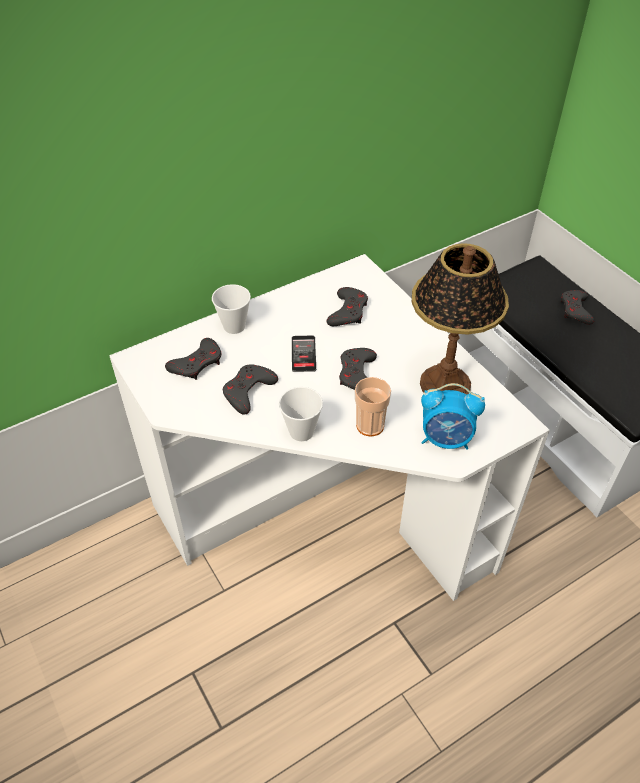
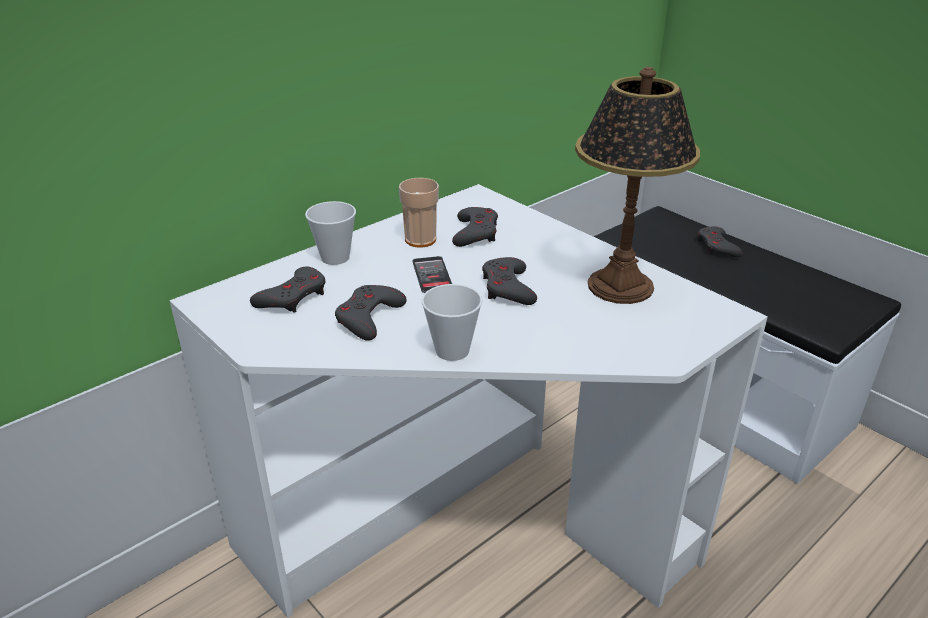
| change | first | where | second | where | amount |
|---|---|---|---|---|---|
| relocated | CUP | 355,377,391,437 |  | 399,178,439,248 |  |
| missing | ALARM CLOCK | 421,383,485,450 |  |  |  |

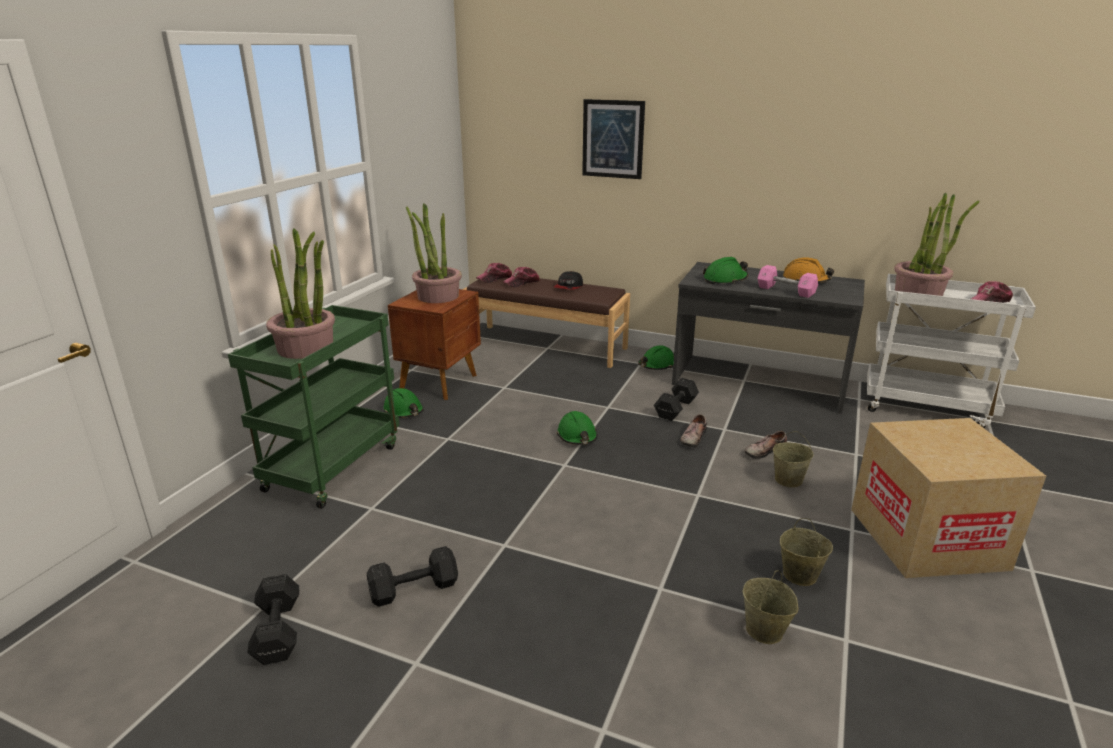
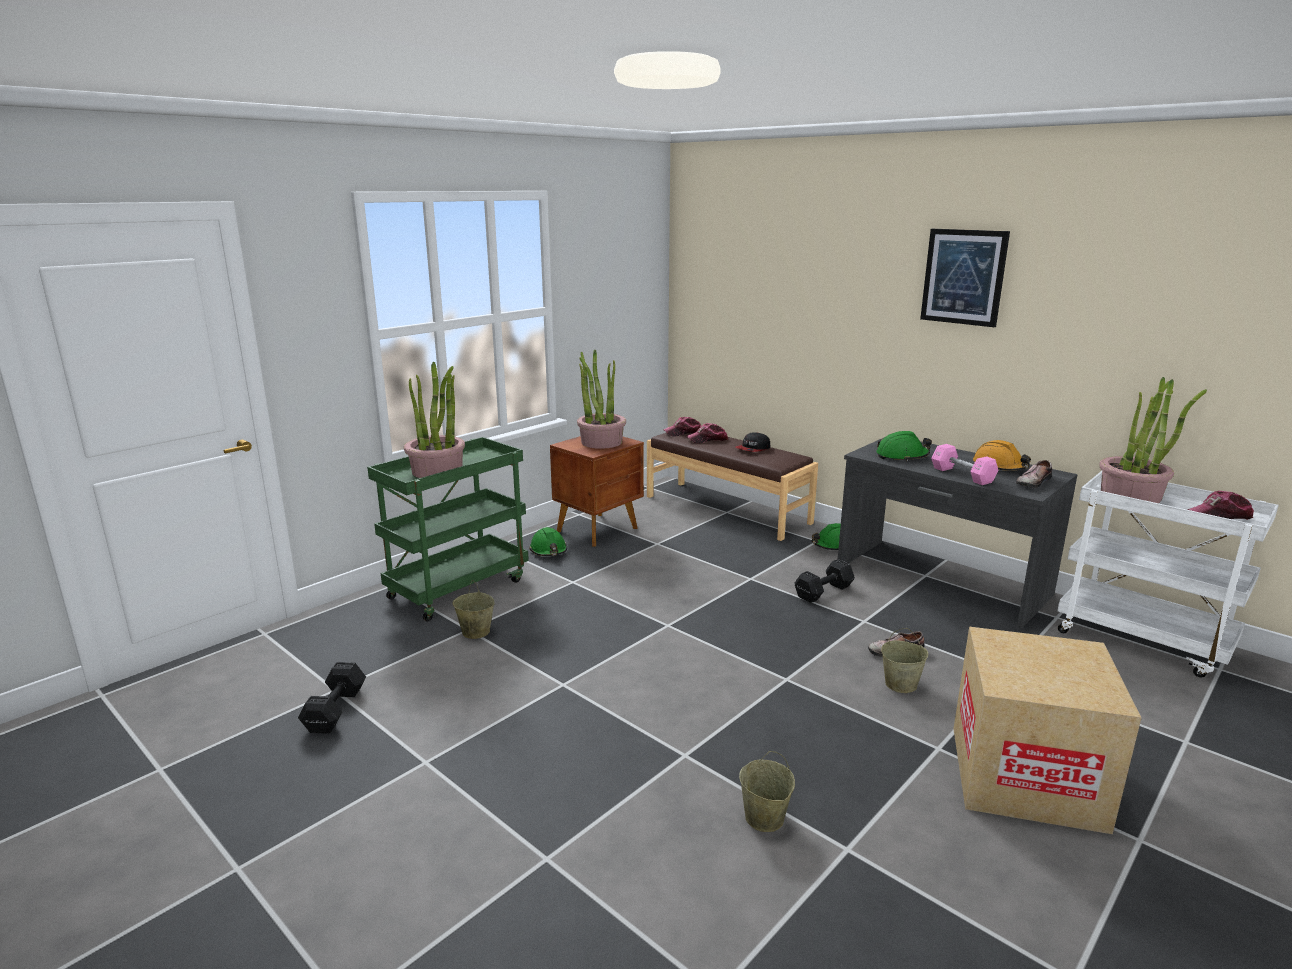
| change | first | where | second | where | amount |
|---|---|---|---|---|---|
| relocated | BEIGE BUCKET | 780,518,833,586 |  | 453,580,494,639 |  |
| relocated | PICTURE | 582,99,645,179 |  | 920,229,1010,327 |  |
| relocated | SHOE | 680,414,707,448 |  | 1016,460,1052,488 |  |
| missing | BLACK DUMBBELL | 367,546,458,607 |  |  |  |
| missing | GREEN HARD HAT | 557,411,598,445 |  |  |  |

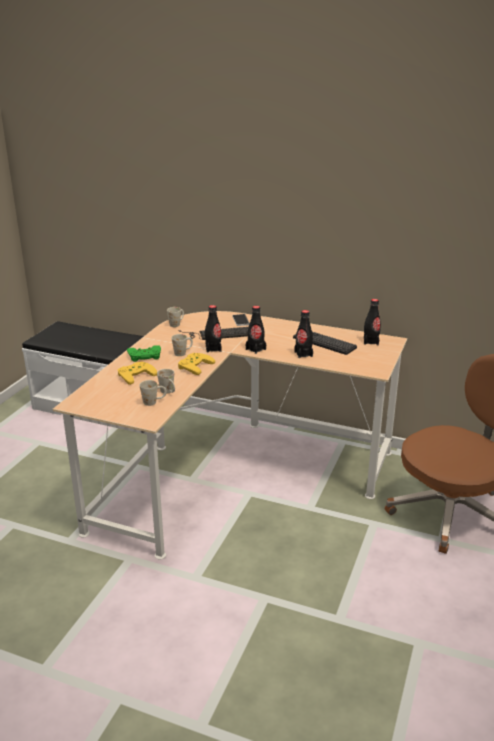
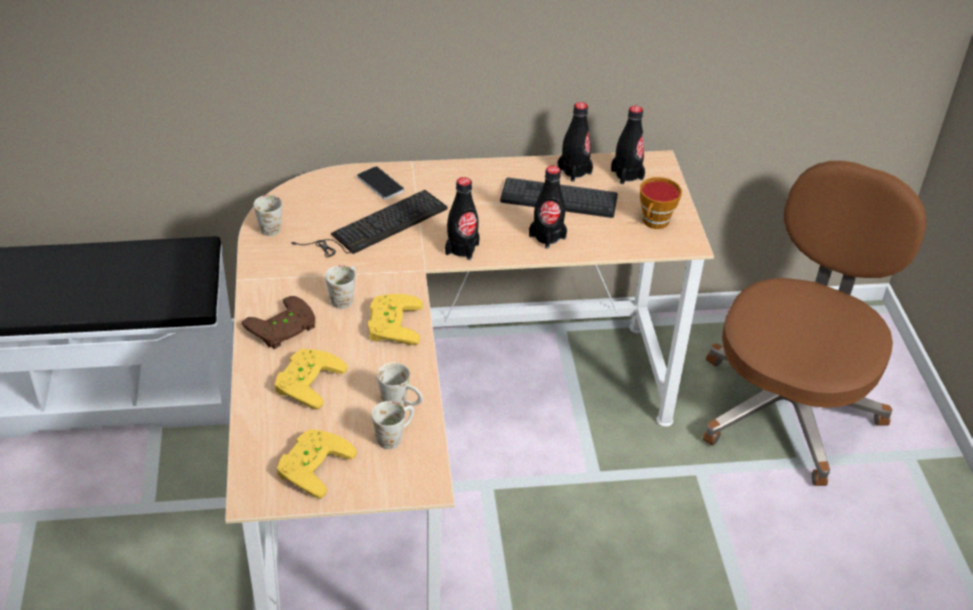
| change | first | where | second | where | amount |
|---|---|---|---|---|---|
| colour | GREEN GAME CONTROLLER | 127,346,161,362 | BROWN GAME CONTROLLER | 242,296,316,349 |  |
| appeared |  |  | YELLOW GAME CONTROLLER | 277,429,357,499 |  |
| relocated | BLACK BOTTLE | 205,305,222,352 |  | 557,102,593,182 |  |
| appeared |  |  | CUP | 640,177,682,229 |  |

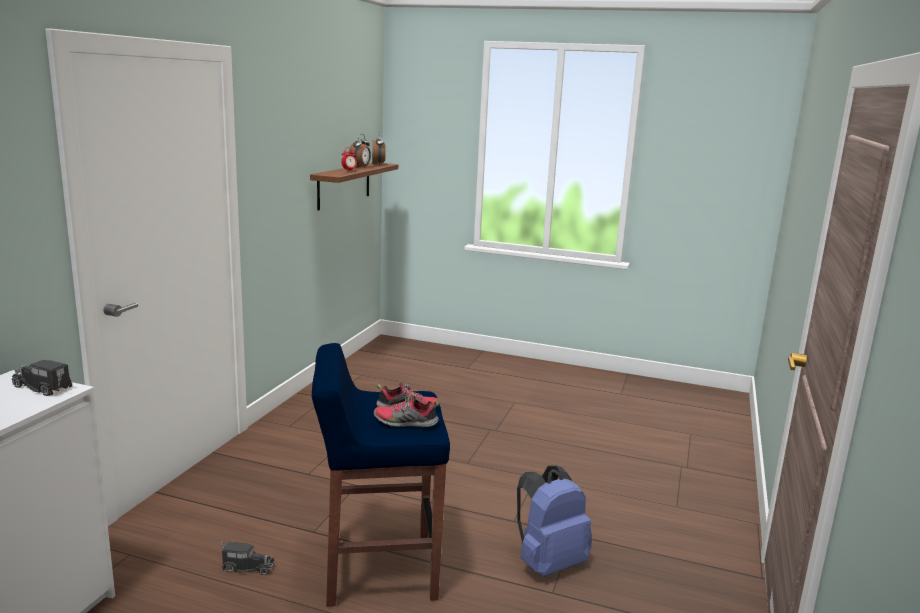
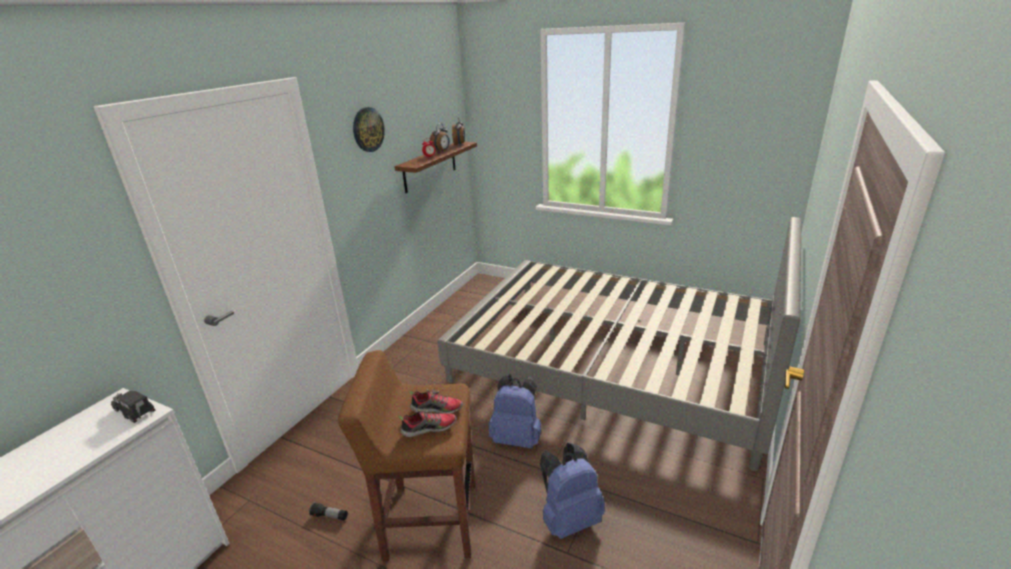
| change | first | where | second | where | amount |
|---|---|---|---|---|---|
| exchanged | TOY TRUCK | 221,541,275,575 | FLASHLIGHT | 309,502,348,520 |  |
| colour | BLUE STOOL | 312,343,450,607 | BROWN STOOL | 338,350,475,561 |  |
| appeared |  |  | WALL CLOCK | 353,107,385,152 |  |
| spun | SHOE | 374,394,439,427 |  | 399,408,457,437 | 150 degrees clockwise |
| appeared |  |  | GREY BED | 437,217,802,471 |  |
| appeared |  |  | BLUE BACKPACK | 489,374,541,448 |  |

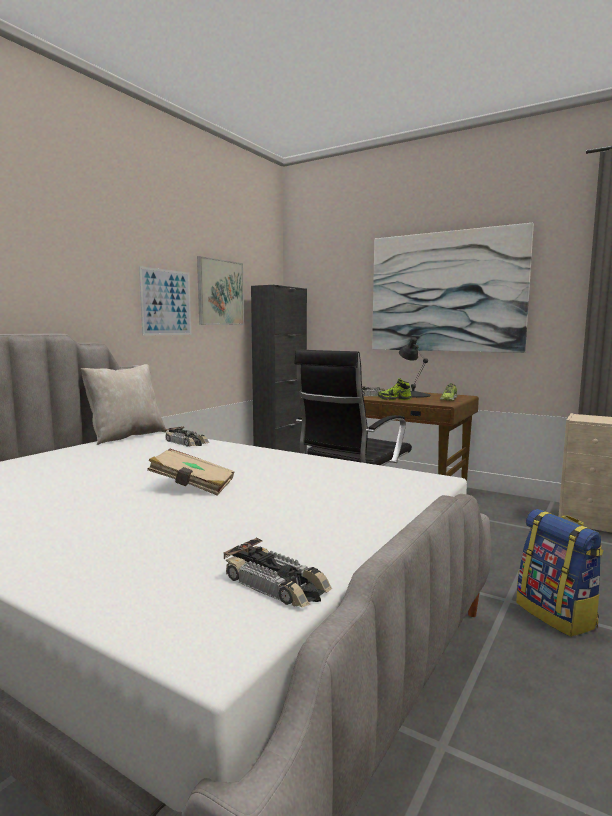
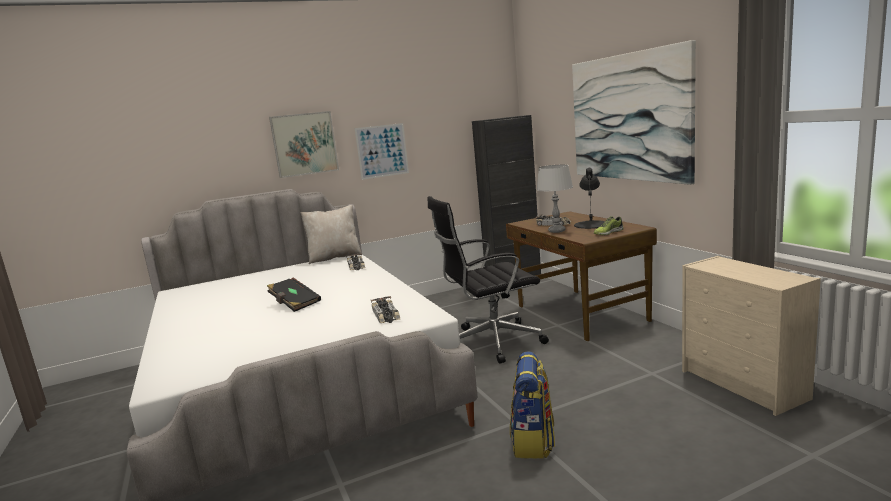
| change | first | where | second | where | amount |
|---|---|---|---|---|---|
| colour | BEIGE BOOK | 147,449,234,495 | BLACK BOOK | 267,278,321,312 |  |
| relocated | PICTURE | 197,256,244,325 |  | 269,111,339,178 |  |
| relocated | TOY CAR | 223,538,332,608 |  | 371,296,400,323 |  |
| exchanged | SHOE | 378,378,412,401 | GREY TABLE LAMP | 536,165,573,233 |  |

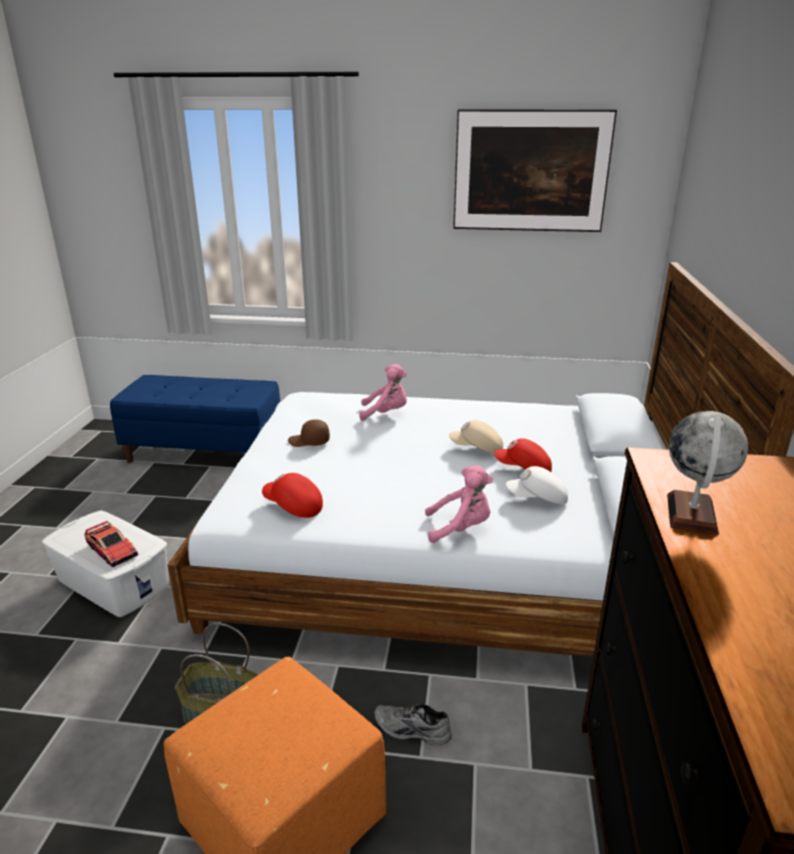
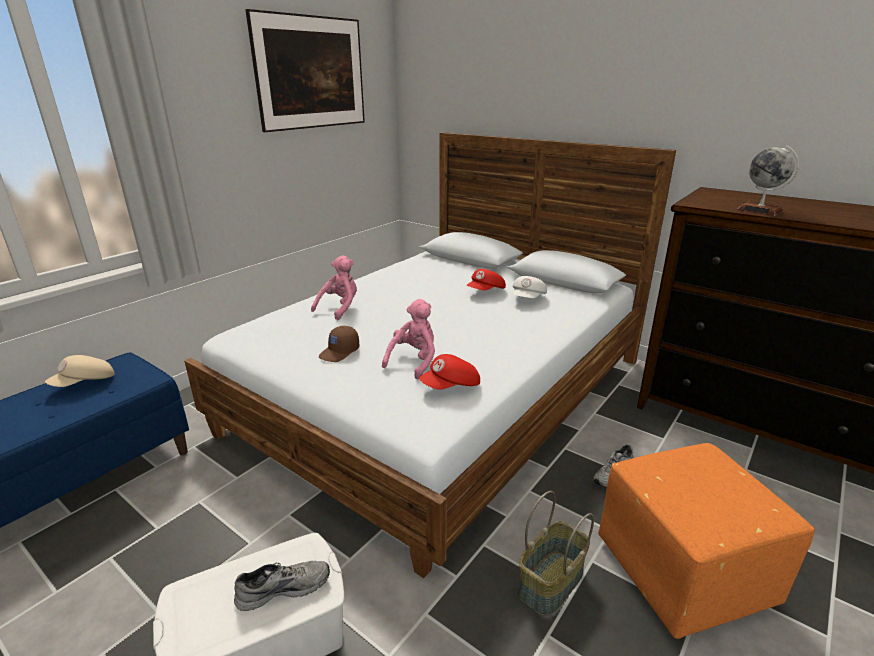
| change | first | where | second | where | amount |
|---|---|---|---|---|---|
| relocated | BEIGE CAP | 449,420,503,454 |  | 45,355,115,387 |  |
| exchanged | TOY CAR | 84,521,139,567 | GREY SHOE | 234,561,330,611 |  |
| relocated | PINK PLUSH TOY | 425,466,493,543 |  | 382,299,435,379 |  |

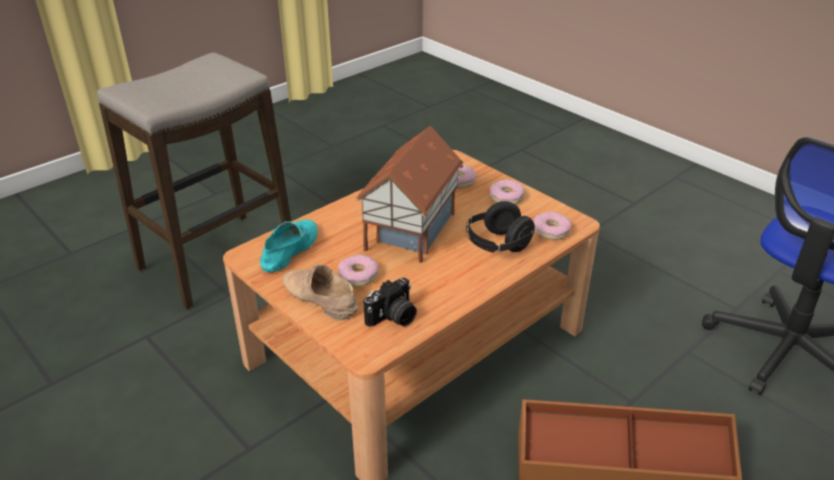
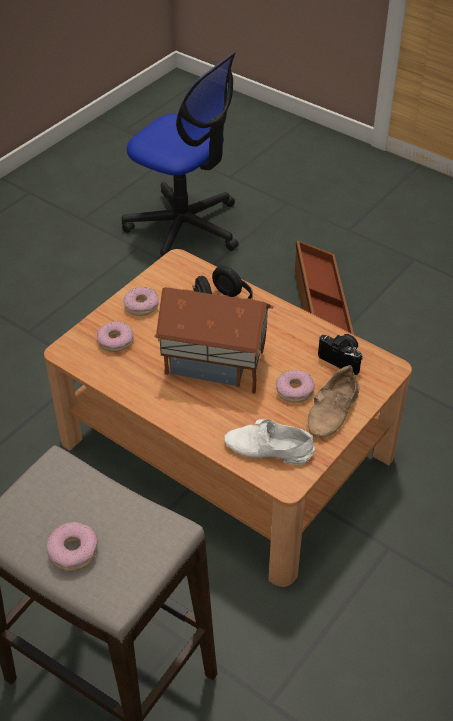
| change | first | where | second | where | amount |
|---|---|---|---|---|---|
| relocated | DONUT | 533,212,572,240 |  | 47,522,98,571 |  |
| colour | TURQUOISE SHOE | 260,220,318,272 | WHITE SHOE | 224,419,315,465 |  |

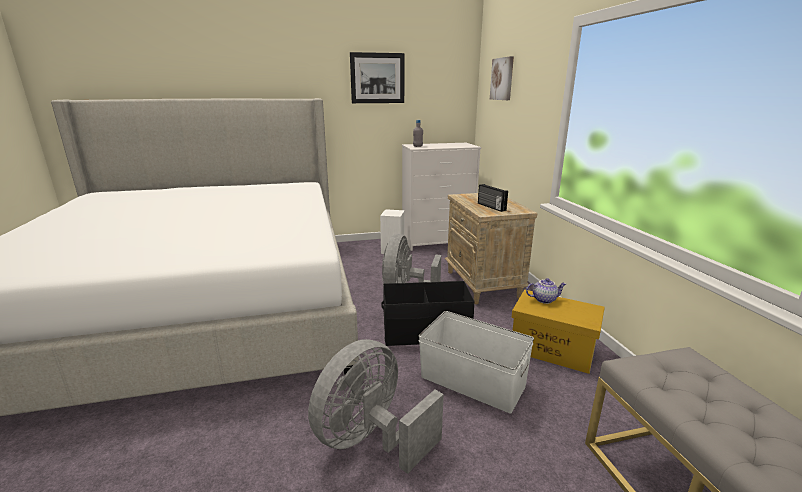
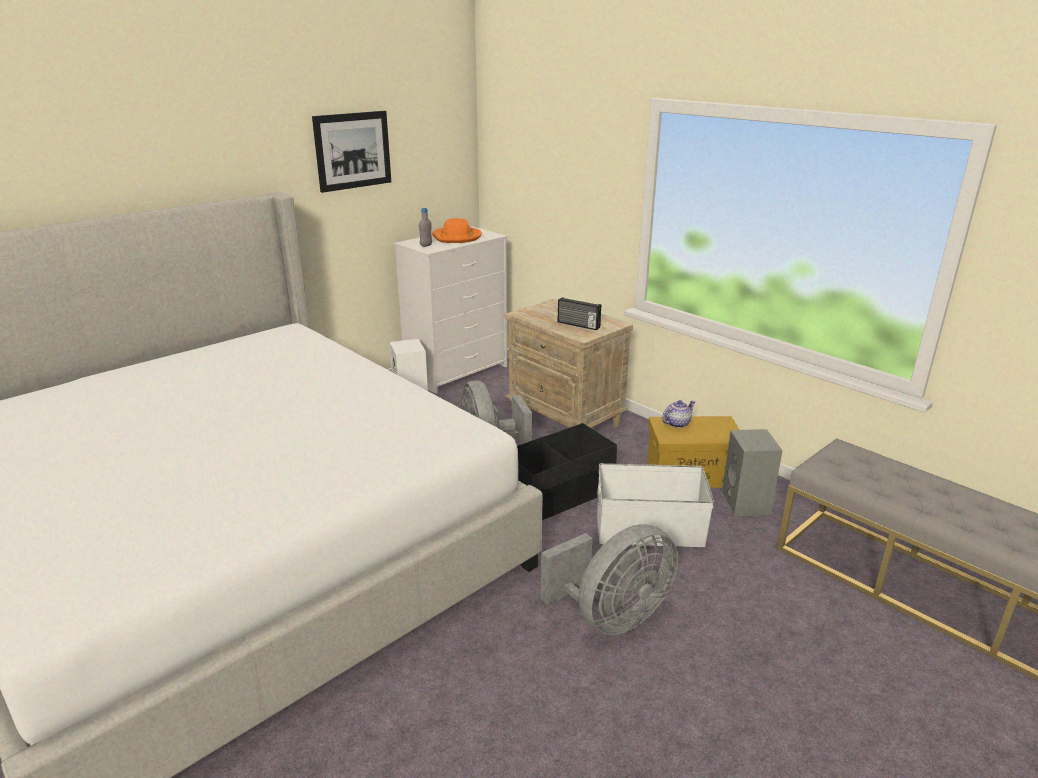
| change | first | where | second | where | amount |
|---|---|---|---|---|---|
| appeared |  |  | ORANGE HAT | 432,218,482,243 |  |
| spun | GREY FAN | 308,339,444,474 |  | 541,524,678,635 | 135 degrees counterclockwise |
| appeared |  |  | GREY SPEAKER | 721,429,783,516 |  |
| missing | PICTURE | 490,56,514,100 |  |  |  |

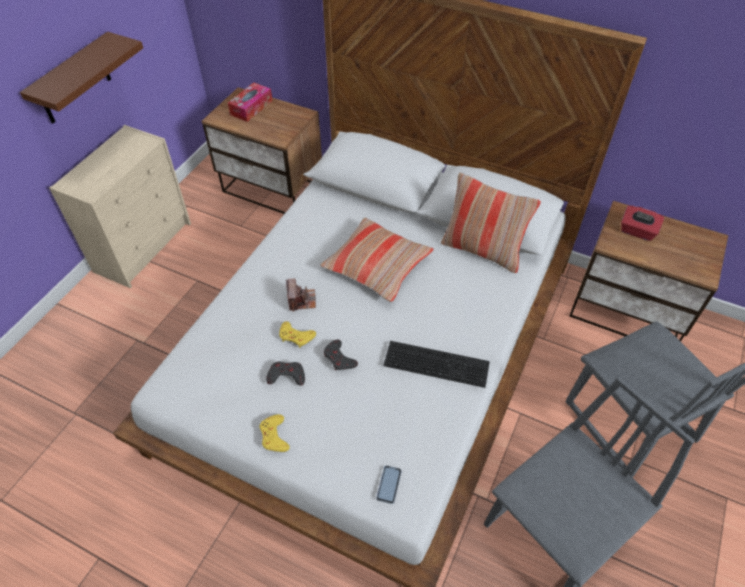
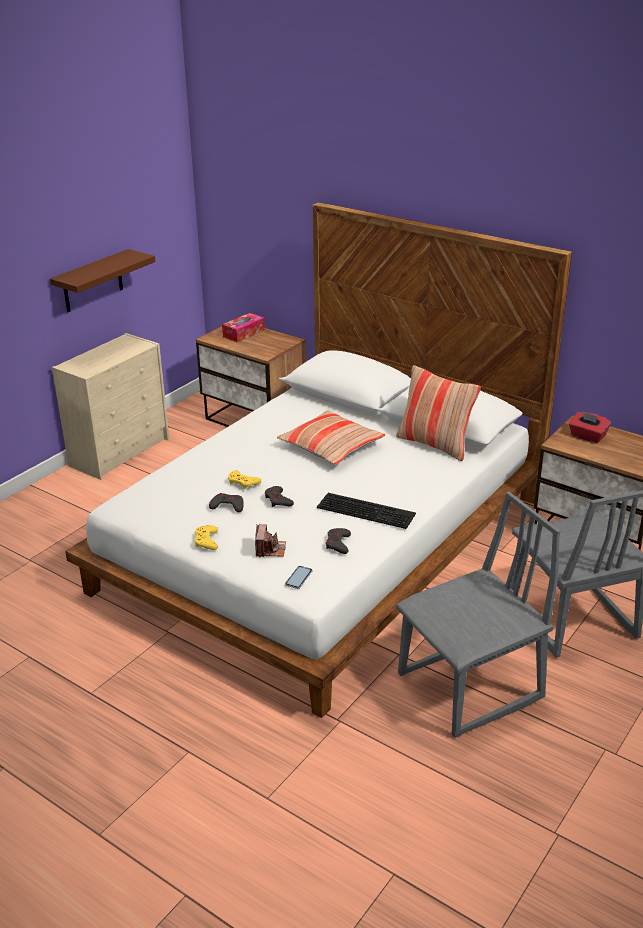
| change | first | where | second | where | amount |
|---|---|---|---|---|---|
| relocated | PHOTO CAMERA | 286,278,316,312 |  | 255,524,286,557 |  |
| appeared |  |  | GREY GAME CONTROLLER | 326,528,351,554 |  |

